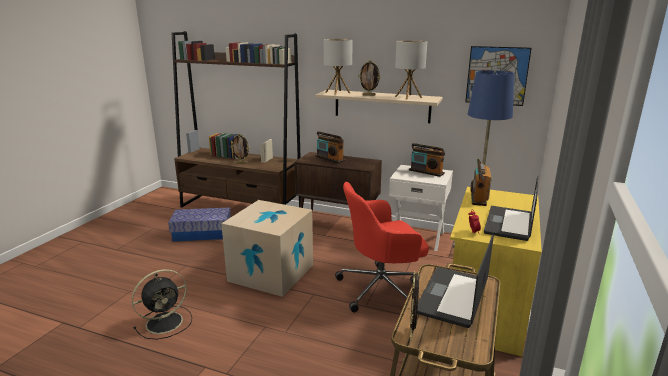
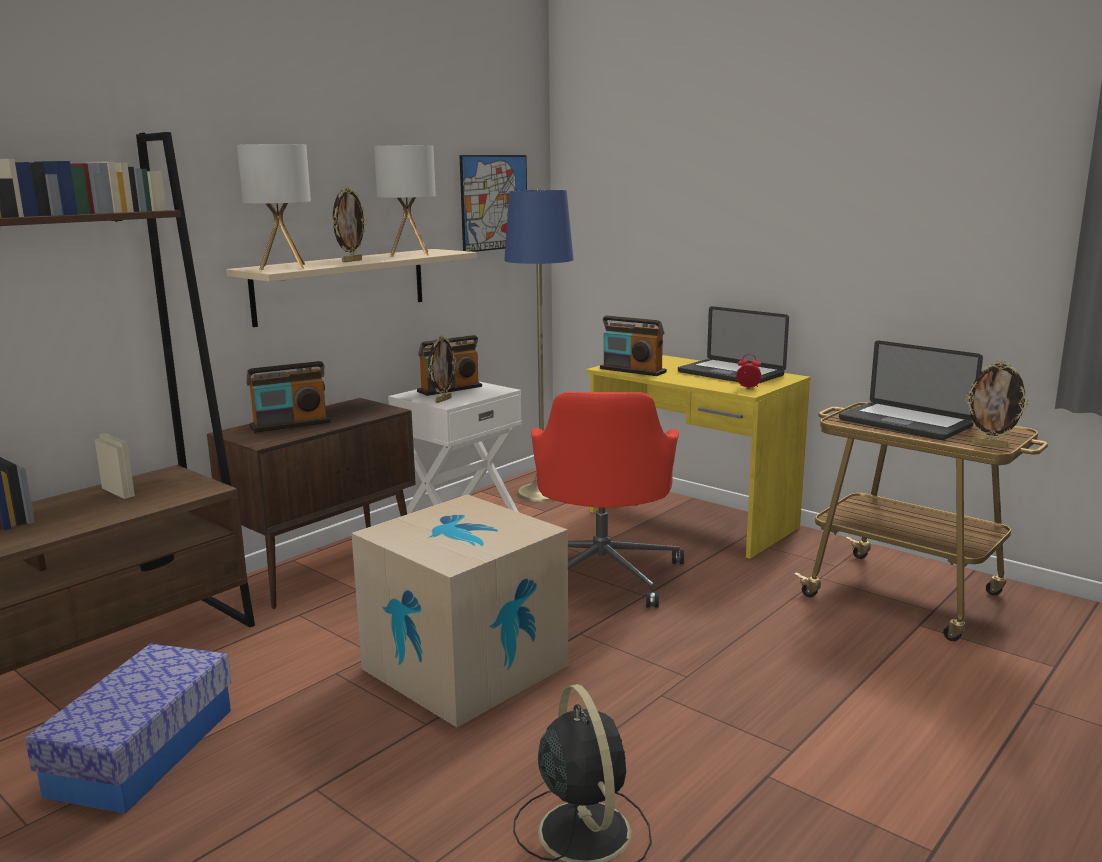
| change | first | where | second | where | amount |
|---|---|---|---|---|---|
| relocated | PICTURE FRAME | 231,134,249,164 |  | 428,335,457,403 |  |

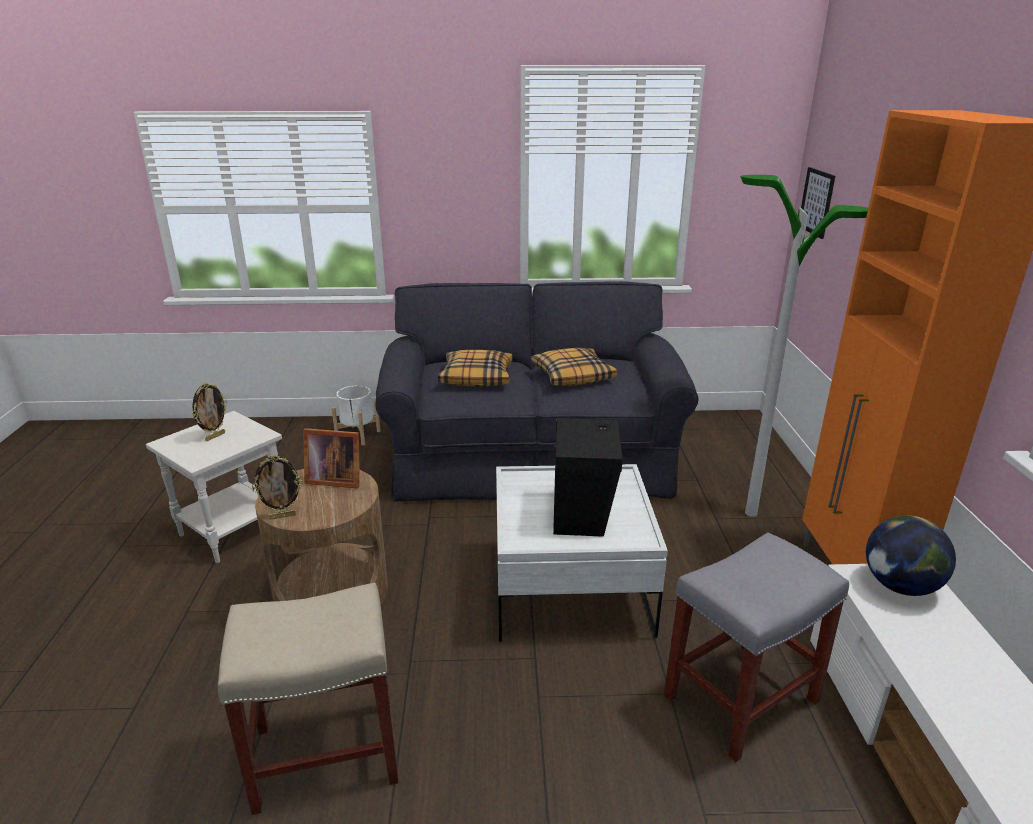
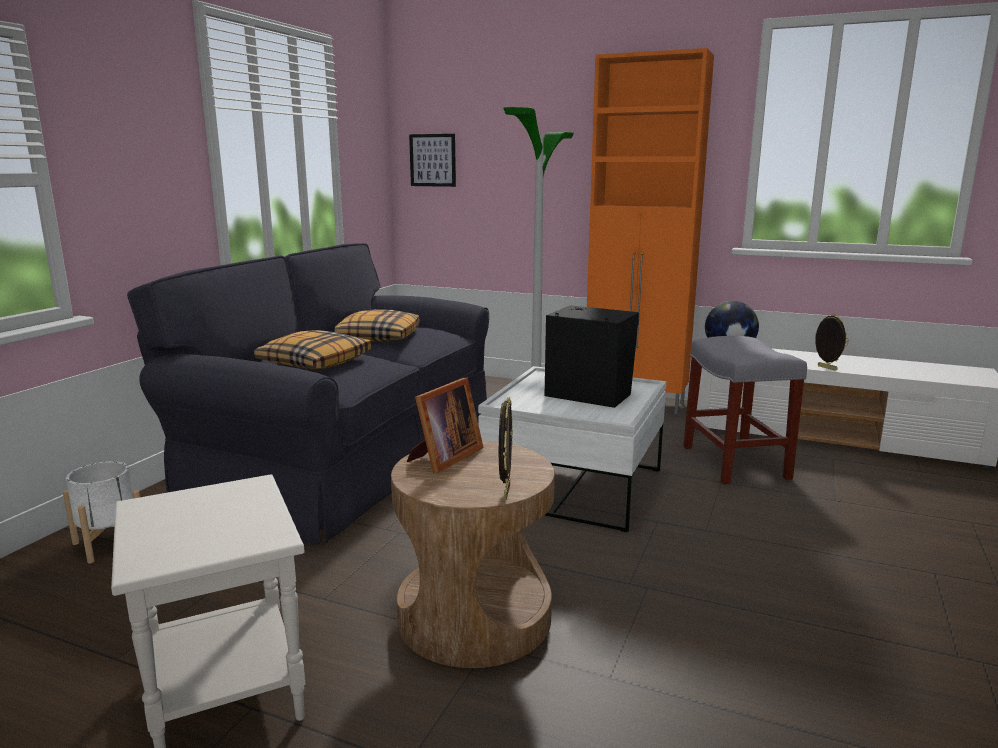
| change | first | where | second | where | amount |
|---|---|---|---|---|---|
| relocated | PICTURE FRAME | 192,382,227,441 |  | 815,313,849,371 |  |
| missing | BEIGE STOOL | 218,583,399,815 |  |  |  |

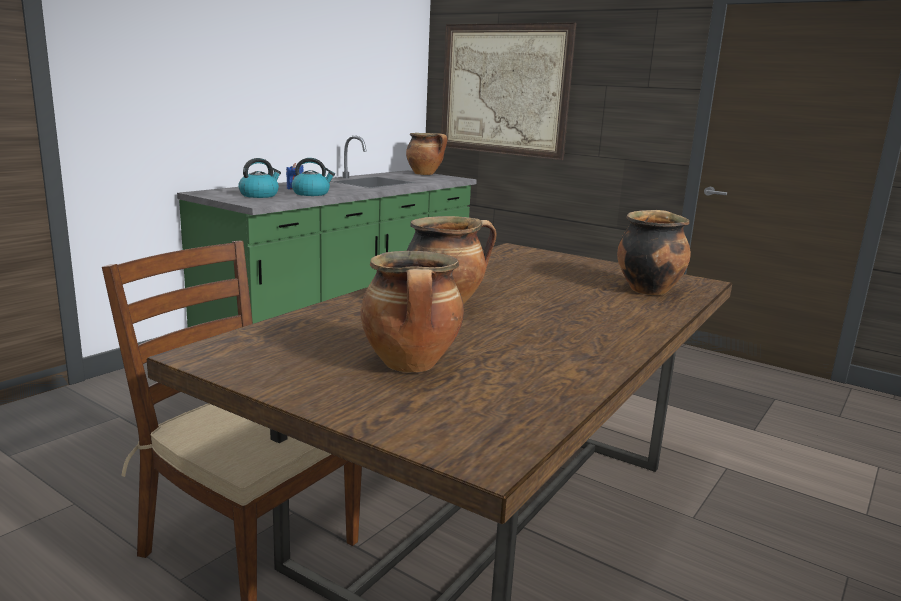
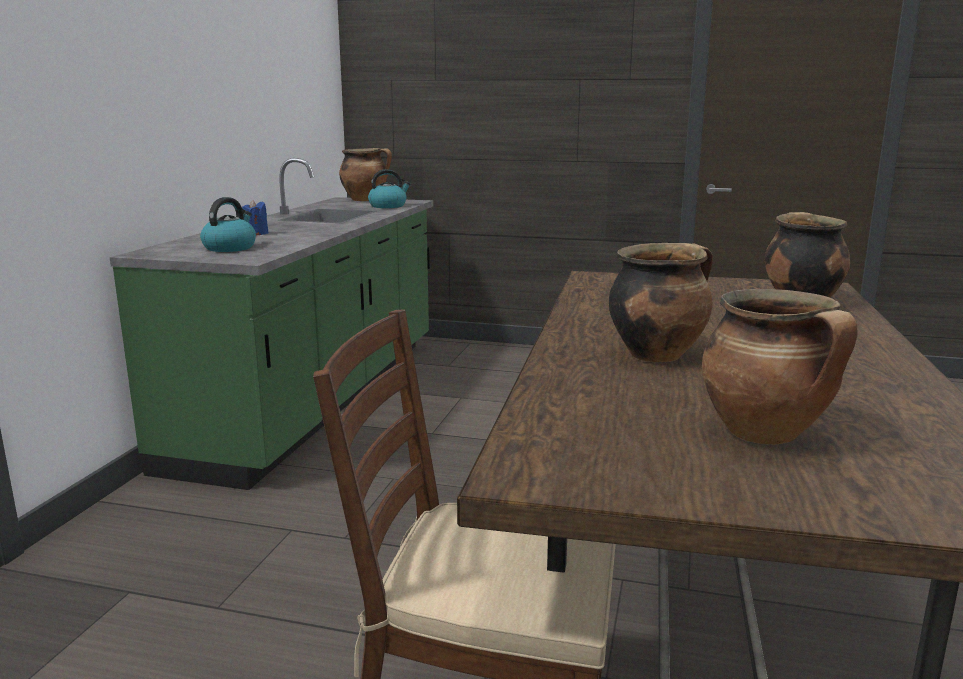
| change | first | where | second | where | amount |
|---|---|---|---|---|---|
| relocated | KETTLE | 292,158,335,196 |  | 368,169,411,208 |  |
| missing | PICTURE | 441,22,576,160 |  |  |  |

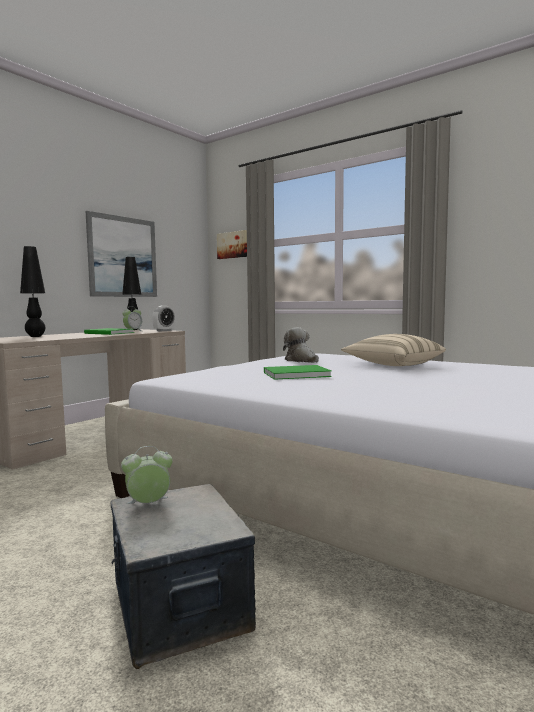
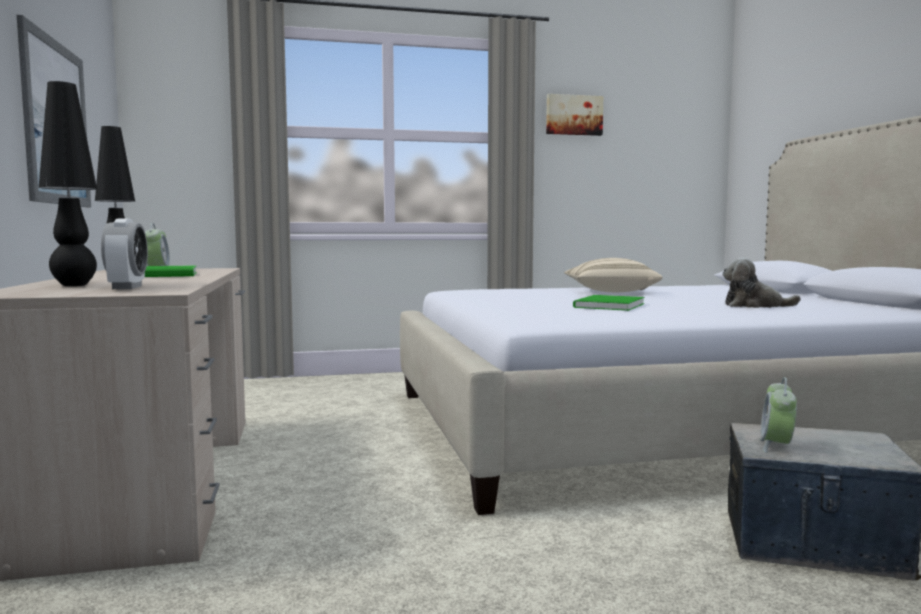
| change | first | where | second | where | amount |
|---|---|---|---|---|---|
| relocated | ALARM CLOCK | 152,305,175,331 |  | 101,218,148,289 |  |
| relocated | PICTURE | 217,230,247,259 |  | 546,94,603,136 |  |
| relocated | PLUSH TOY | 283,327,319,363 |  | 722,258,801,308 |  |

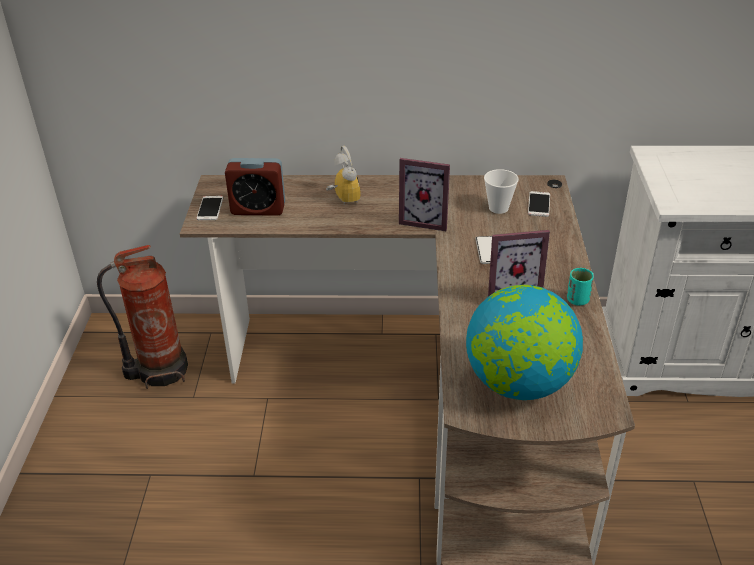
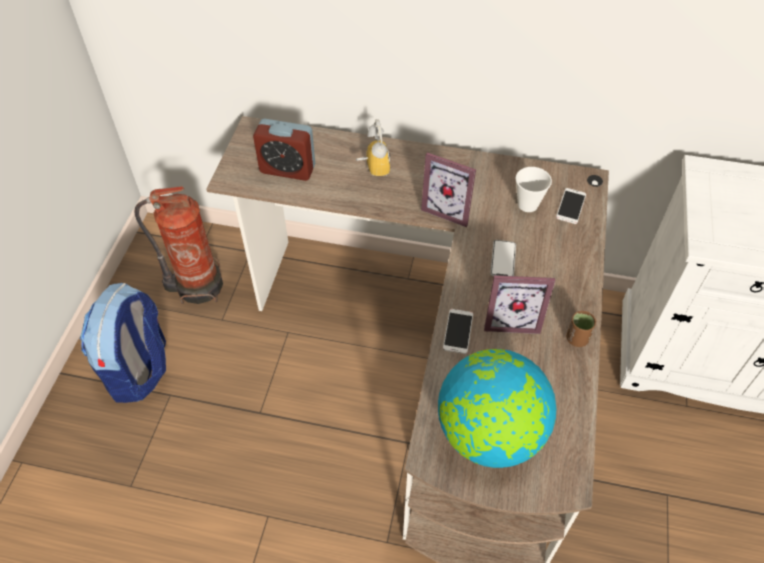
| change | first | where | second | where | amount |
|---|---|---|---|---|---|
| appeared |  |  | BACKPACK | 80,283,166,403 |  |
| relocated | PHONE | 196,196,223,220 |  | 443,309,473,354 |  |
| colour | TURQUOISE CUP | 567,268,594,306 | BROWN CUP | 566,311,596,347 |  |

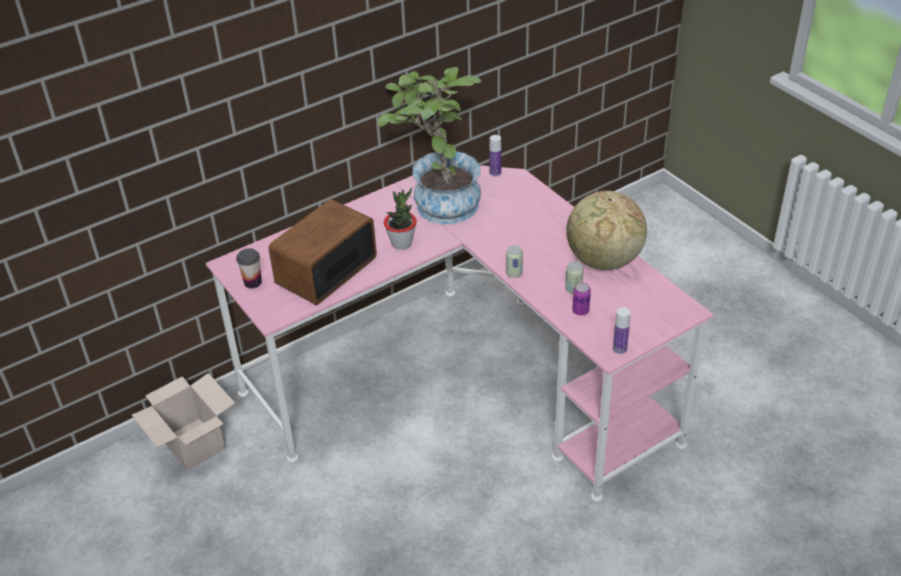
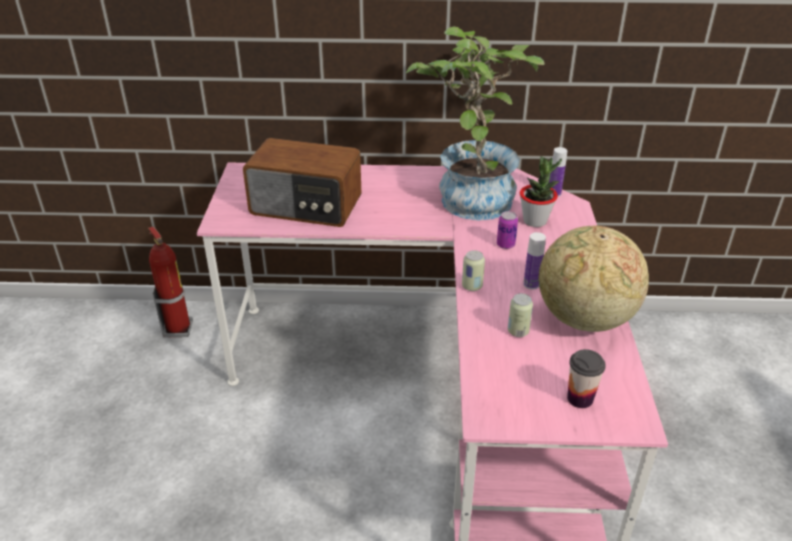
| change | first | where | second | where | amount |
|---|---|---|---|---|---|
| exchanged | CARDBOARD BOX | 132,373,235,471 | FIRE EXTINGUISHER | 148,227,193,338 |  |
| spun | RADIO | 268,199,377,305 |  | 243,138,361,227 | 150 degrees counterclockwise |
| relocated | CAN | 572,283,591,316 |  | 497,211,518,249 |  |
| relocated | POTTED PLANT | 384,188,417,250 |  | 520,156,562,227 |  |
| relocated | BOTTLE | 613,307,631,354 |  | 523,232,546,289 |  |
| relocated | CUP | 236,248,262,289 |  | 567,349,606,408 |  |

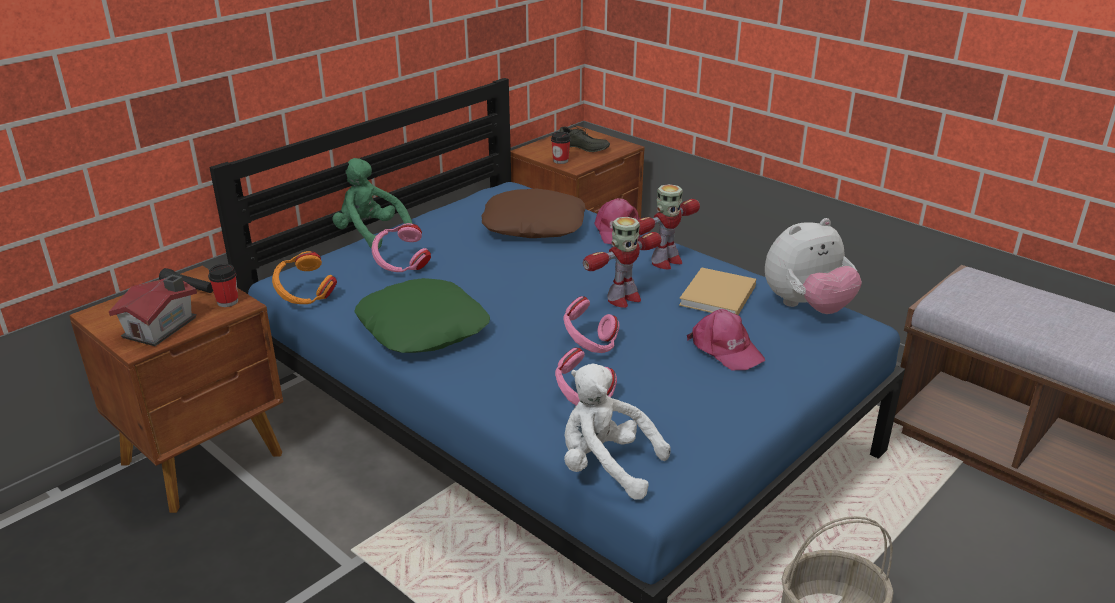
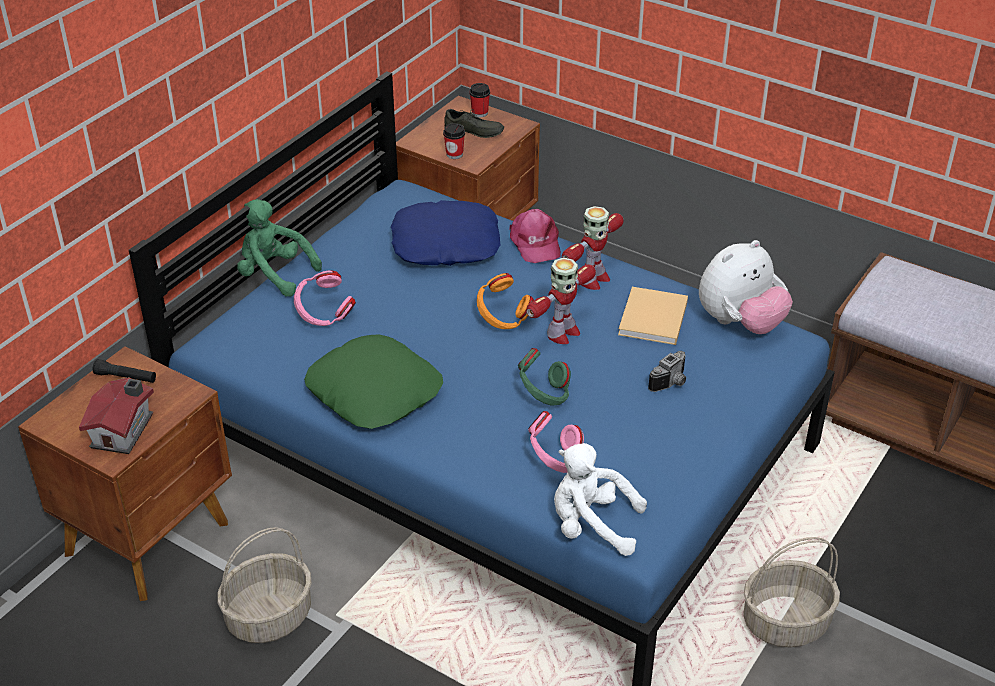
| change | first | where | second | where | amount |
|---|---|---|---|---|---|
| appeared |  |  | BASKET | 217,527,311,643 |  |
| colour | BROWN PILLOW | 481,189,586,238 | BLUE PILLOW | 391,200,500,266 |  |
| relocated | CUP | 208,264,238,307 |  | 469,83,490,118 |  |
| relocated | ORANGE HEADPHONES | 272,251,337,304 |  | 477,273,534,329 |  |
| colour | PINK HEADPHONES | 563,296,620,353 | GREEN HEADPHONES | 518,348,571,406 |  |
| exchanged | PINK CAP | 687,309,765,370 | PHOTO CAMERA | 648,351,686,392 |  |

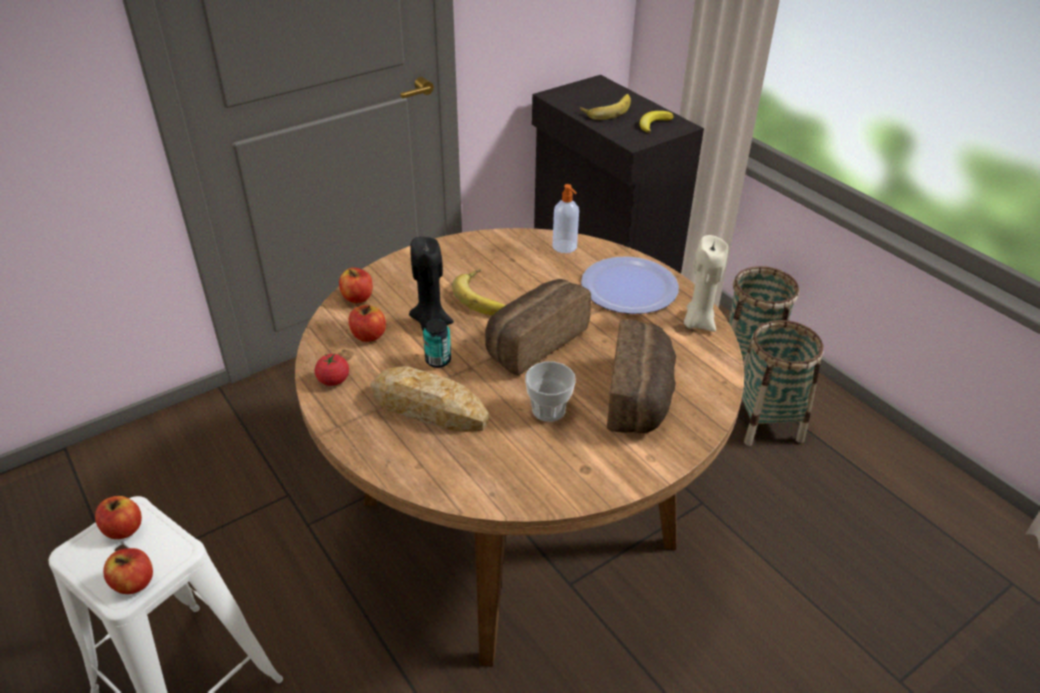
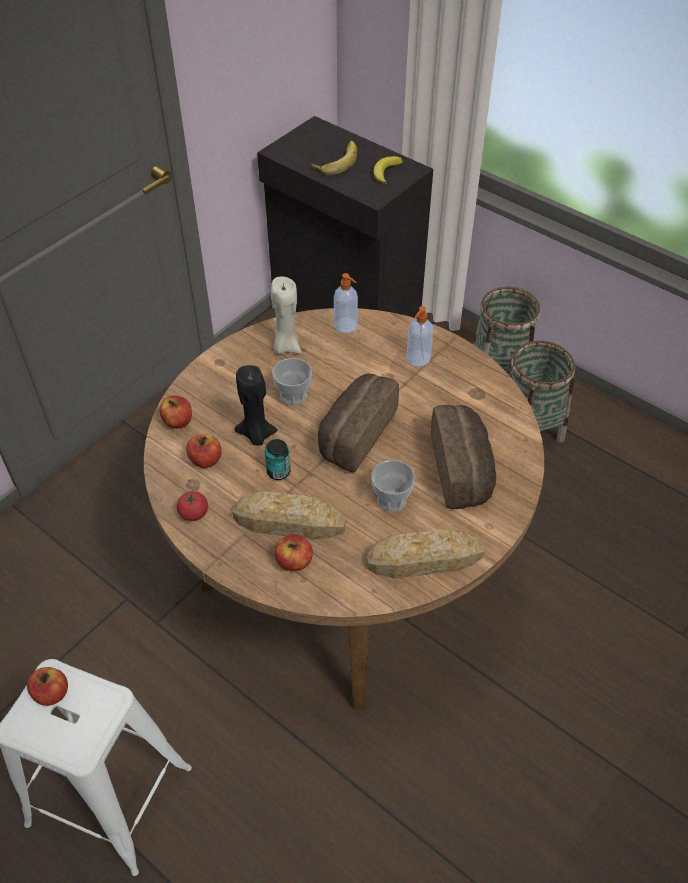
| change | first | where | second | where | amount |
|---|---|---|---|---|---|
| relocated | BEIGE CANDLE | 684,235,728,332 |  | 271,276,301,354 |  |
| exchanged | BANANA | 452,269,506,315 | CUP | 272,358,312,406 |  |
| relocated | APPLE | 103,548,153,594 |  | 275,534,313,571 |  |
| appeared |  |  | BREAD | 367,529,484,579 |  |
| exchanged | PLATE | 581,256,679,314 | SOAP DISPENSER | 406,306,433,366 |  |

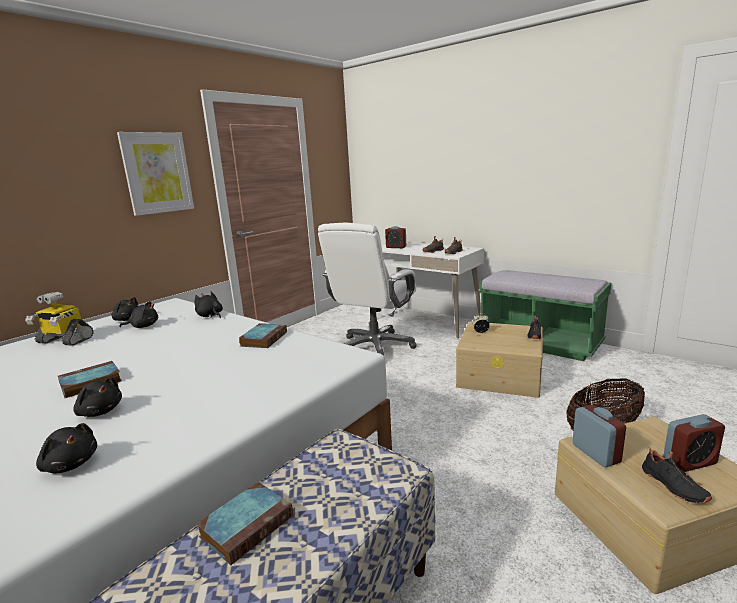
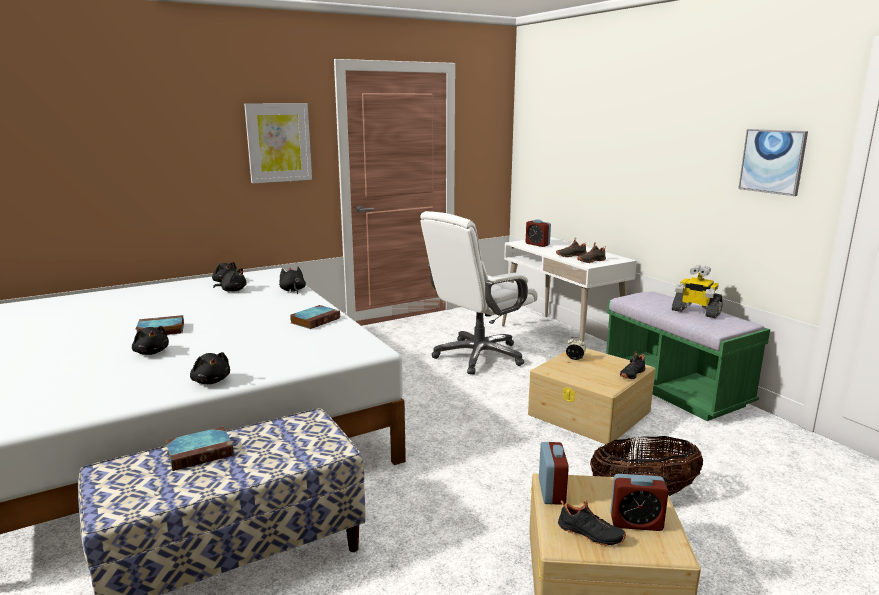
| change | first | where | second | where | amount |
|---|---|---|---|---|---|
| relocated | BLACK PLUSH TOY | 36,423,97,473 |  | 190,352,230,384 |  |
| spun | BLACK SHOE | 642,446,712,503 |  | 558,500,626,546 | 60 degrees counterclockwise |
| relocated | TOY ROBOT | 25,292,94,346 |  | 672,265,723,318 |  |
| appeared |  |  | PICTURE | 738,129,808,196 |  |

